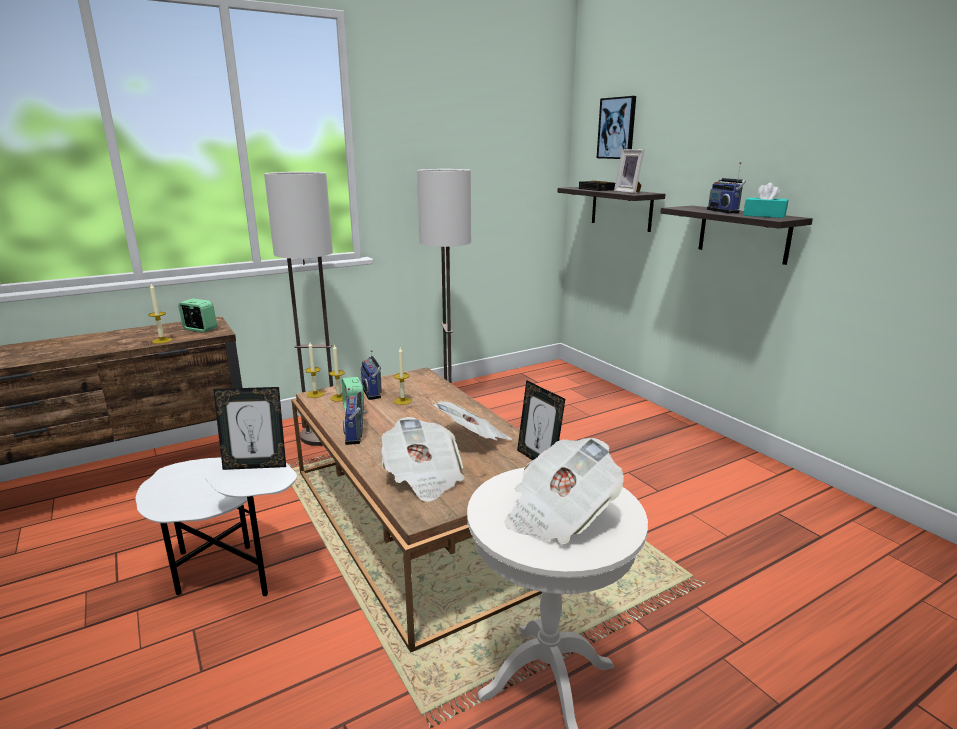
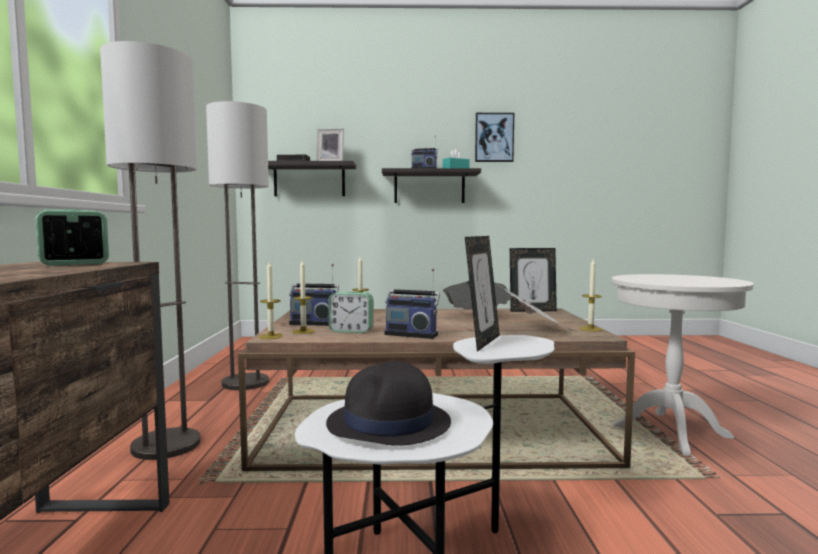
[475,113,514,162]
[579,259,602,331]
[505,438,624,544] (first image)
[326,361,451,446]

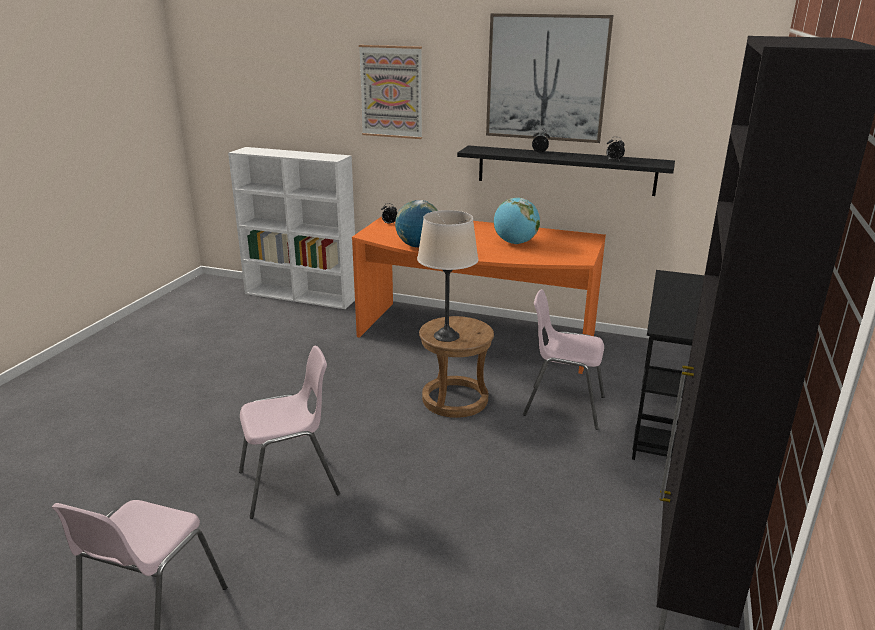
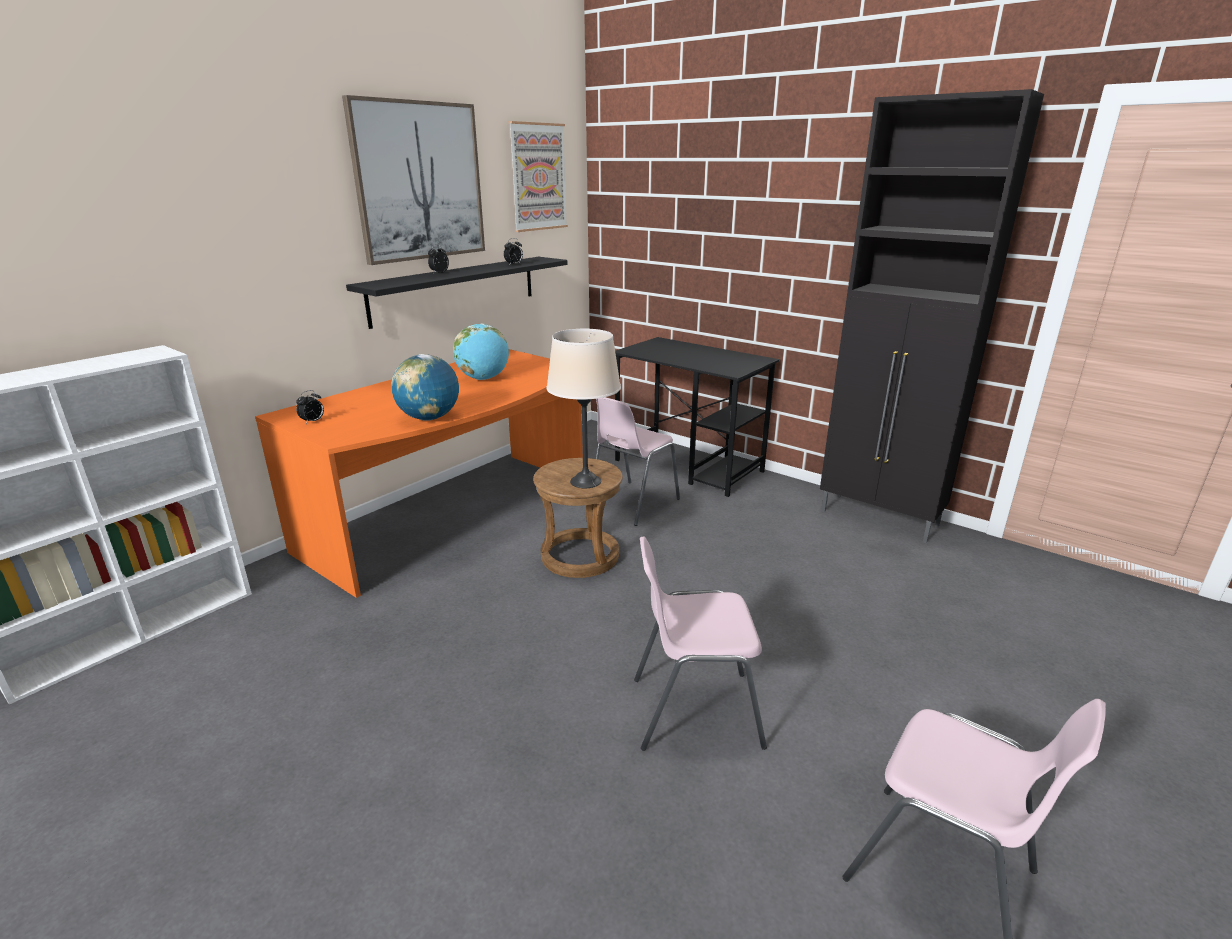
[509,121,568,232]
[634,536,767,751]

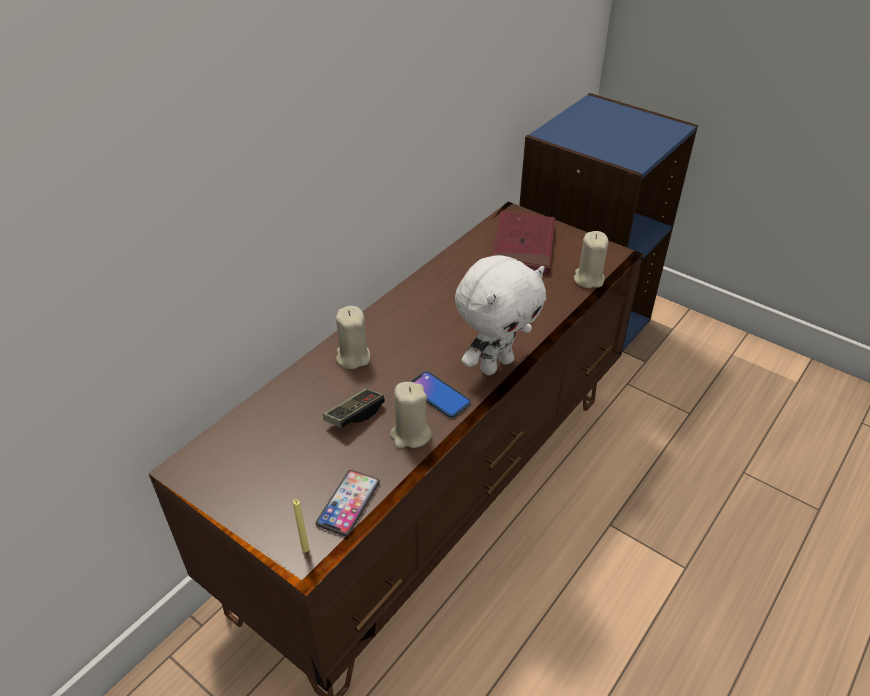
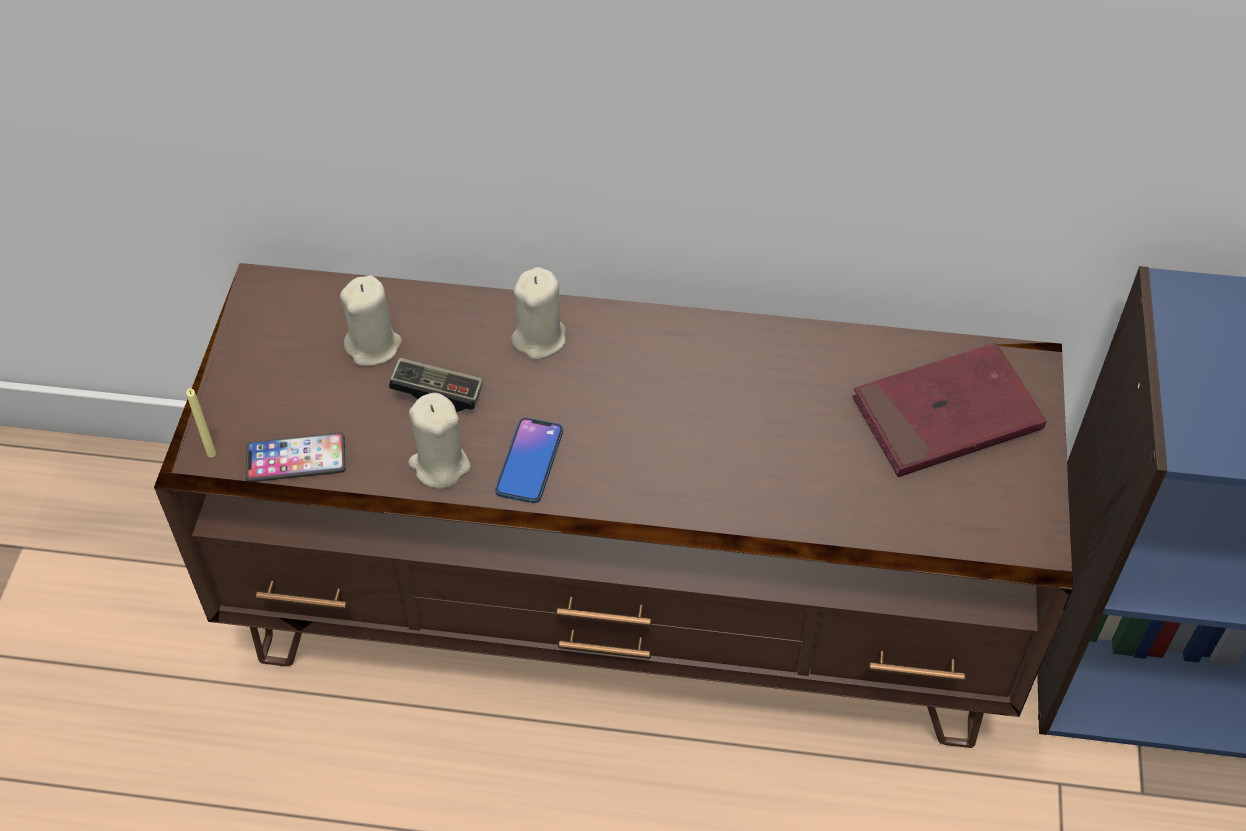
[340,275,402,366]
[455,255,546,375] (first image)

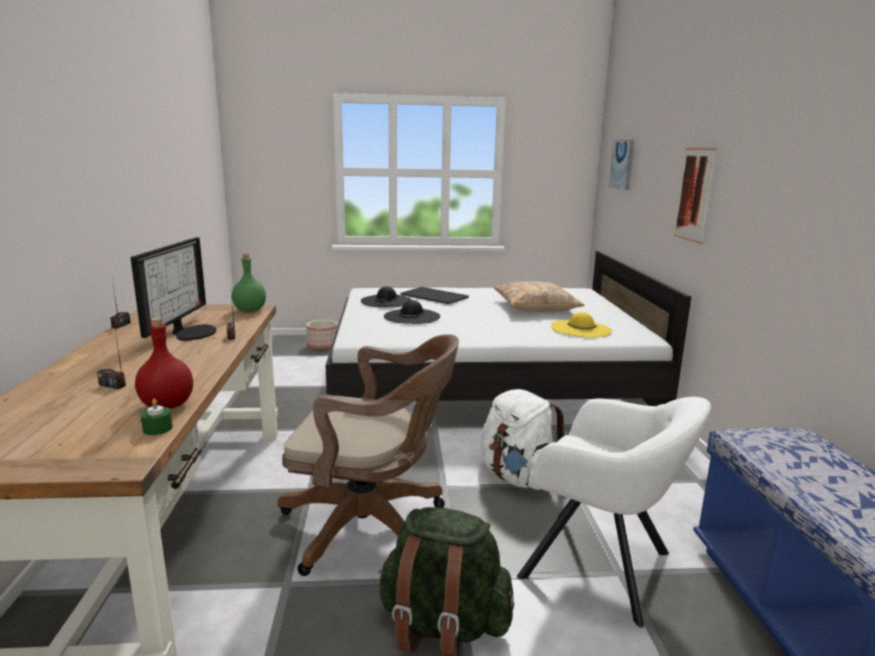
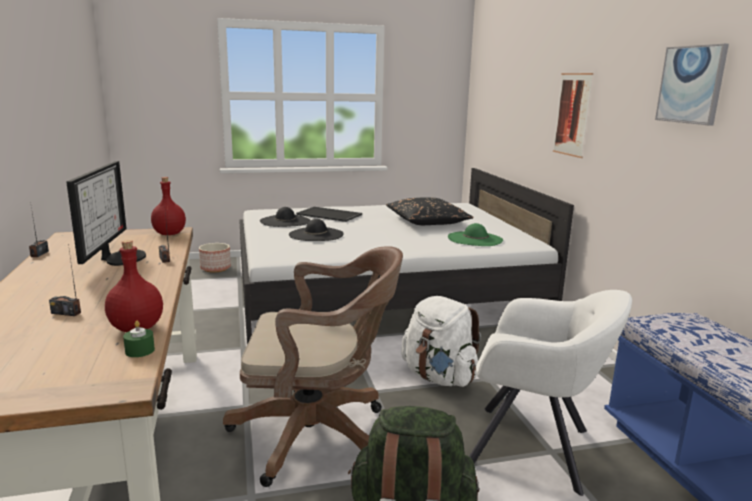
[655,44,729,126]
[151,177,186,235]
[386,197,474,225]
[448,223,503,246]

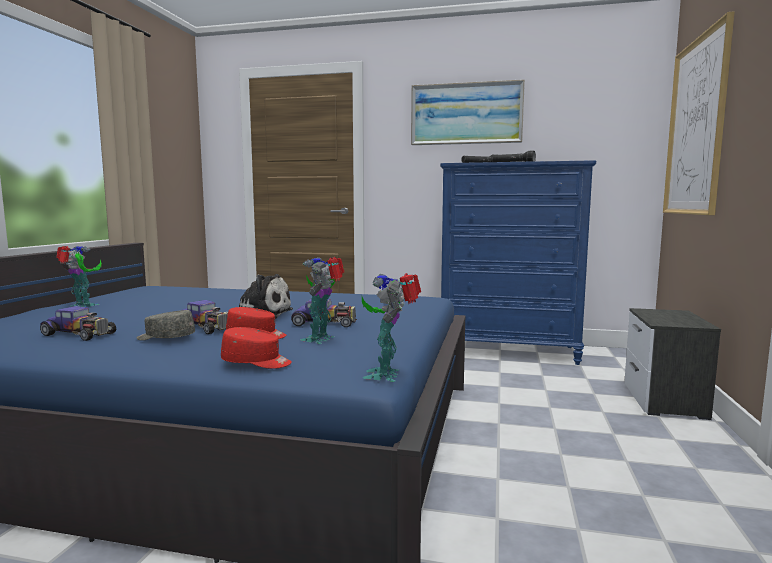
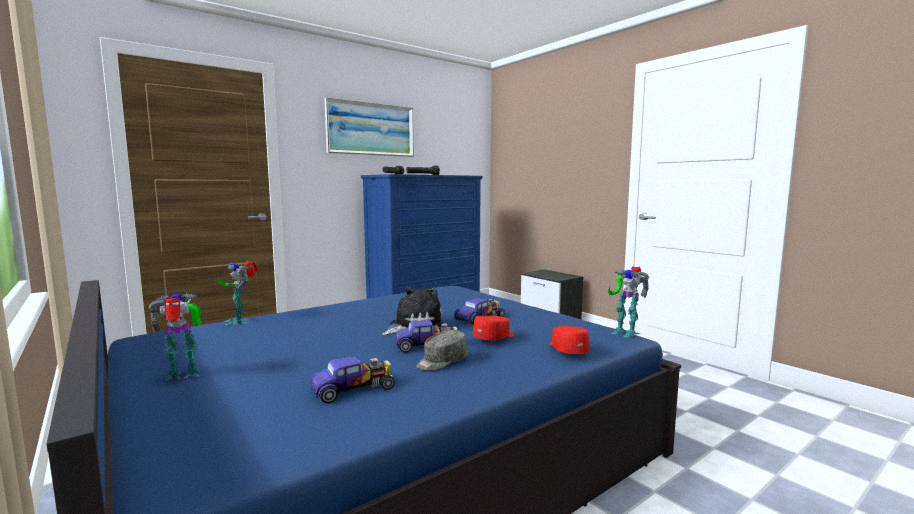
[663,11,735,215] (first image)
[218,261,258,325]
[549,326,590,354]

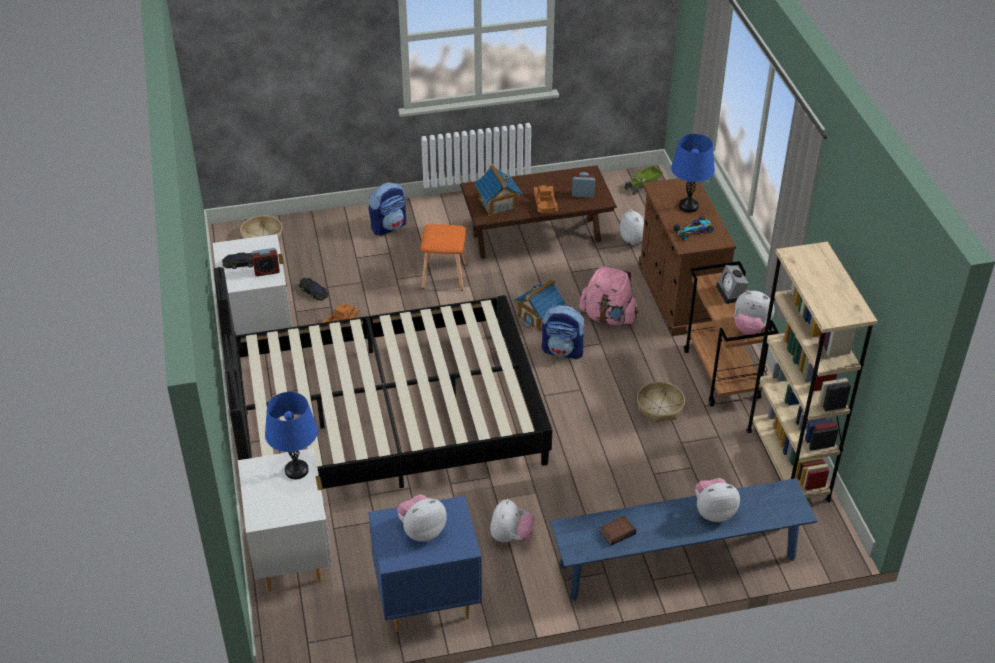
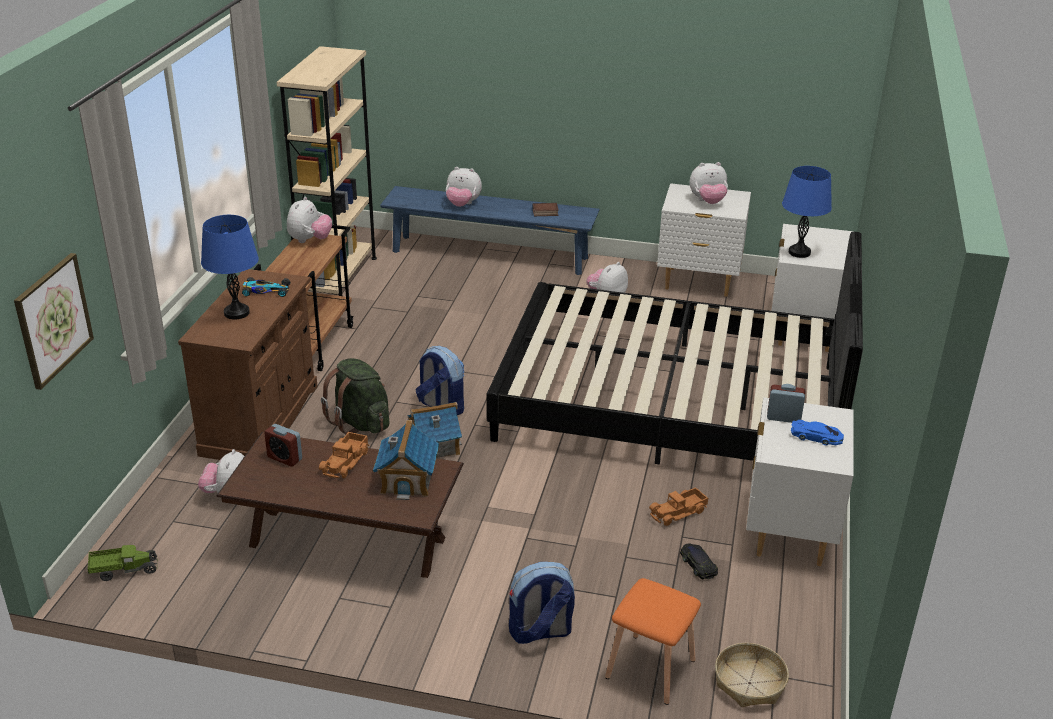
[605,578,701,705]
[791,420,844,446]
[716,265,749,304] (first image)
[321,358,390,434]
[287,197,332,243]
[637,382,685,423] (first image)
[657,183,751,297]
[14,253,94,390]

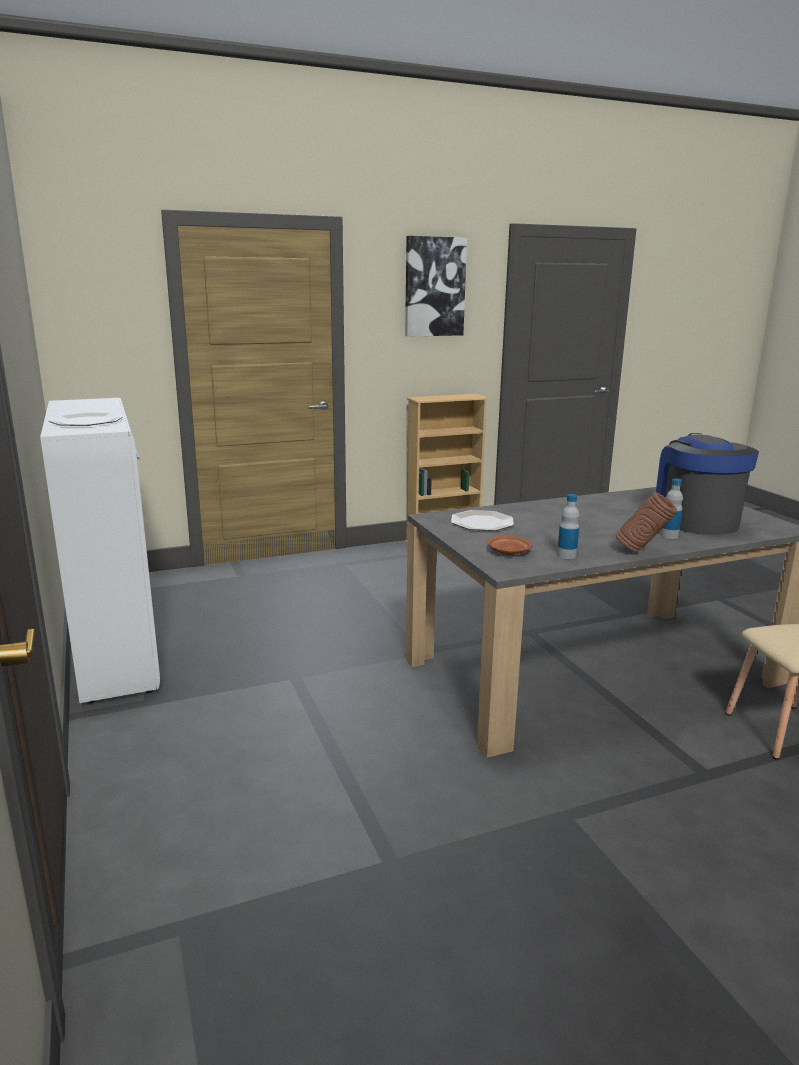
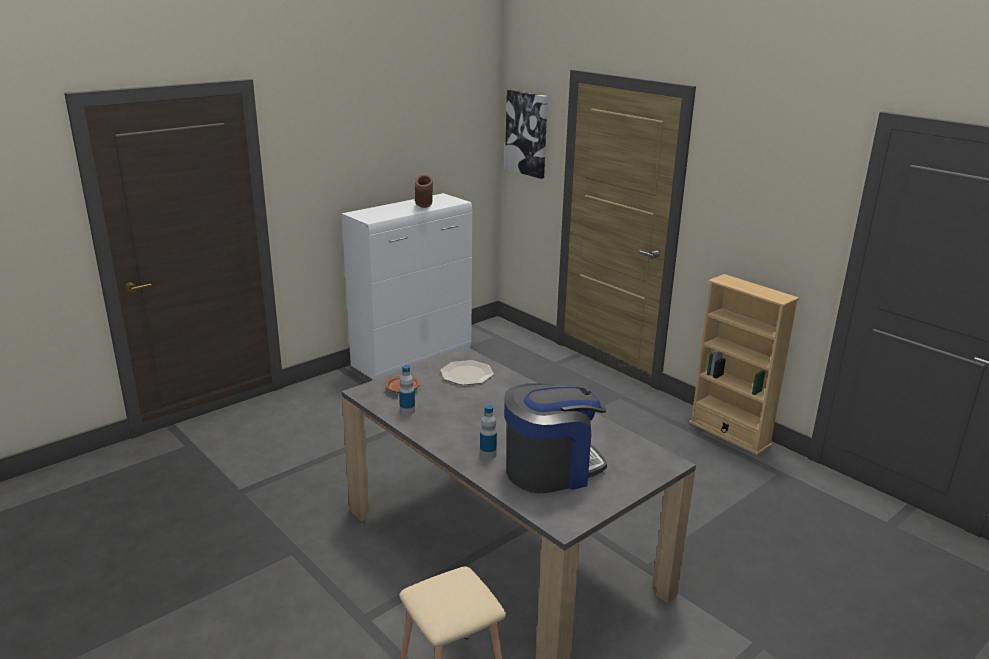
[505,90,548,179]
[49,413,123,426] (first image)
[415,174,433,208]

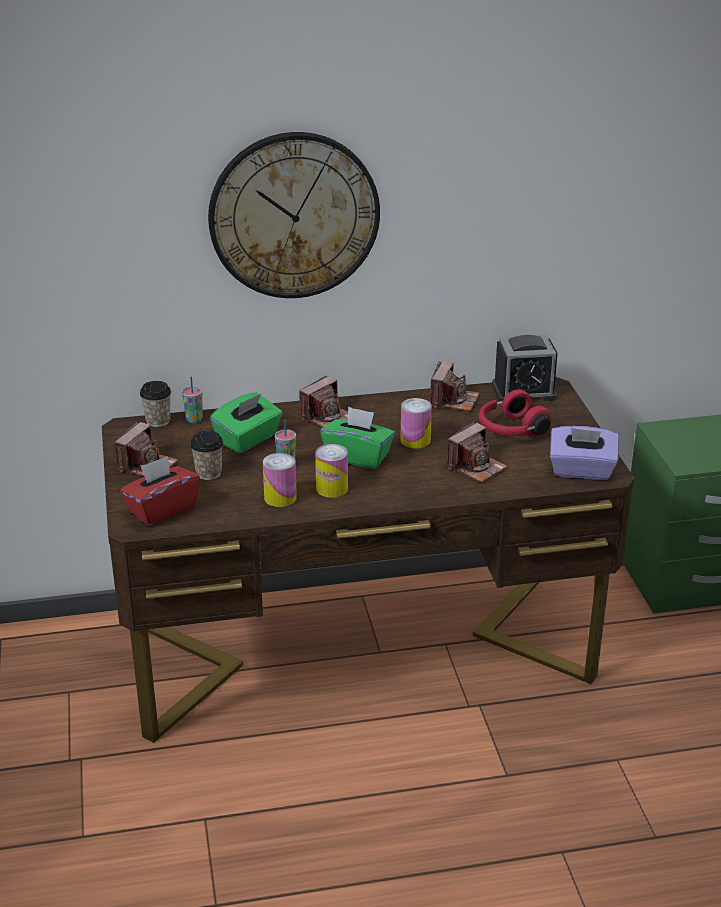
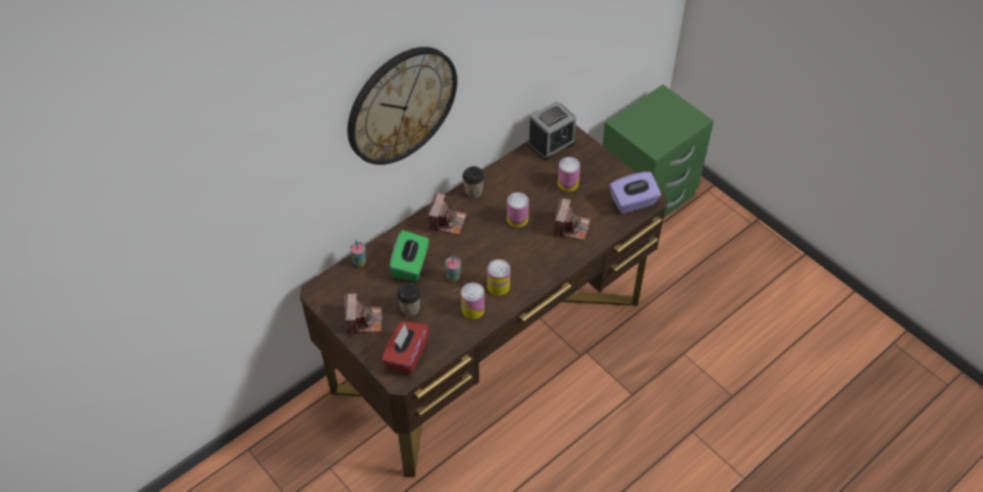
[430,361,479,411] (first image)
[462,166,485,198]
[558,157,580,192]
[320,406,395,469] (first image)

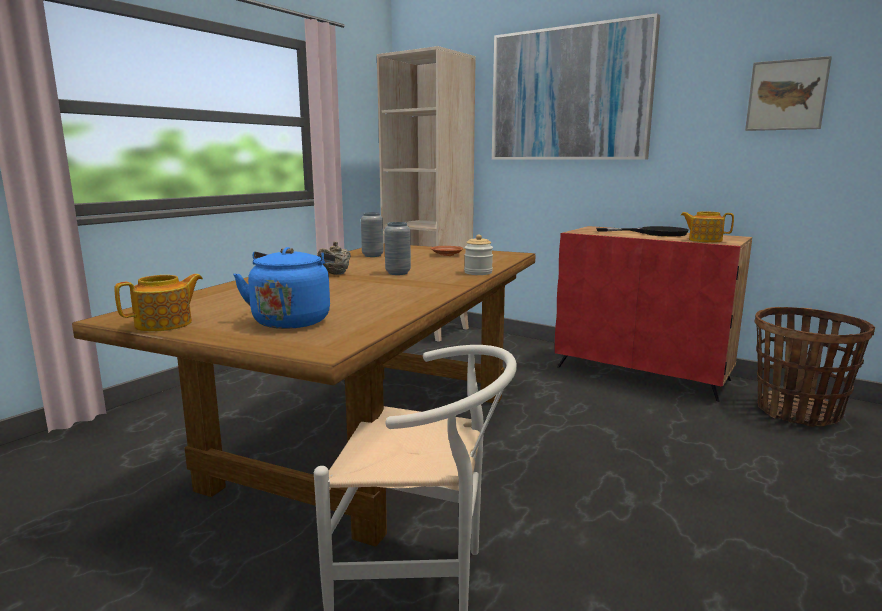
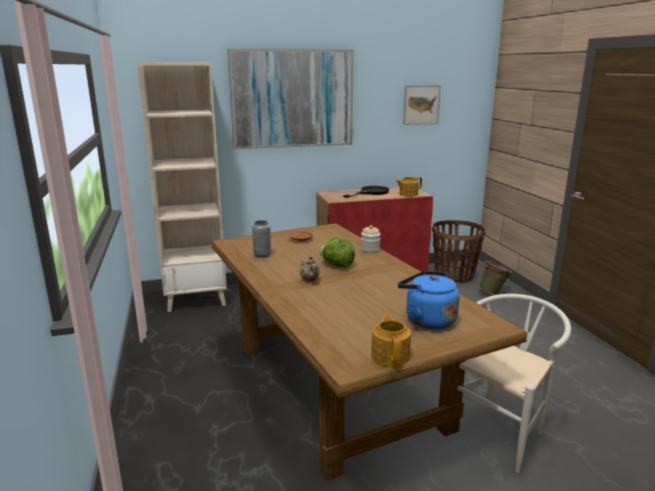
[320,238,355,267]
[479,260,512,295]

